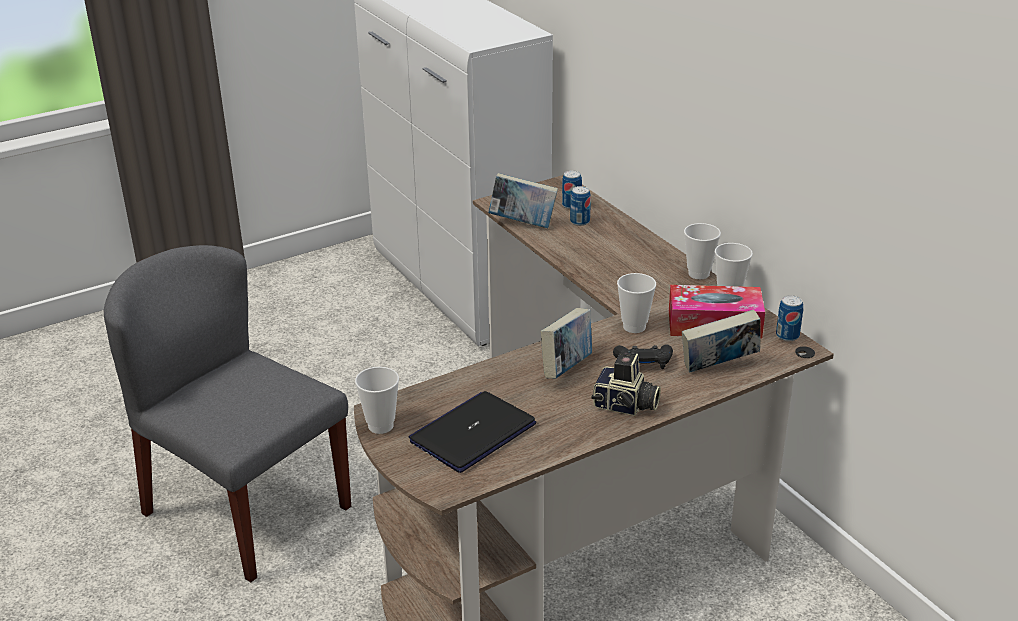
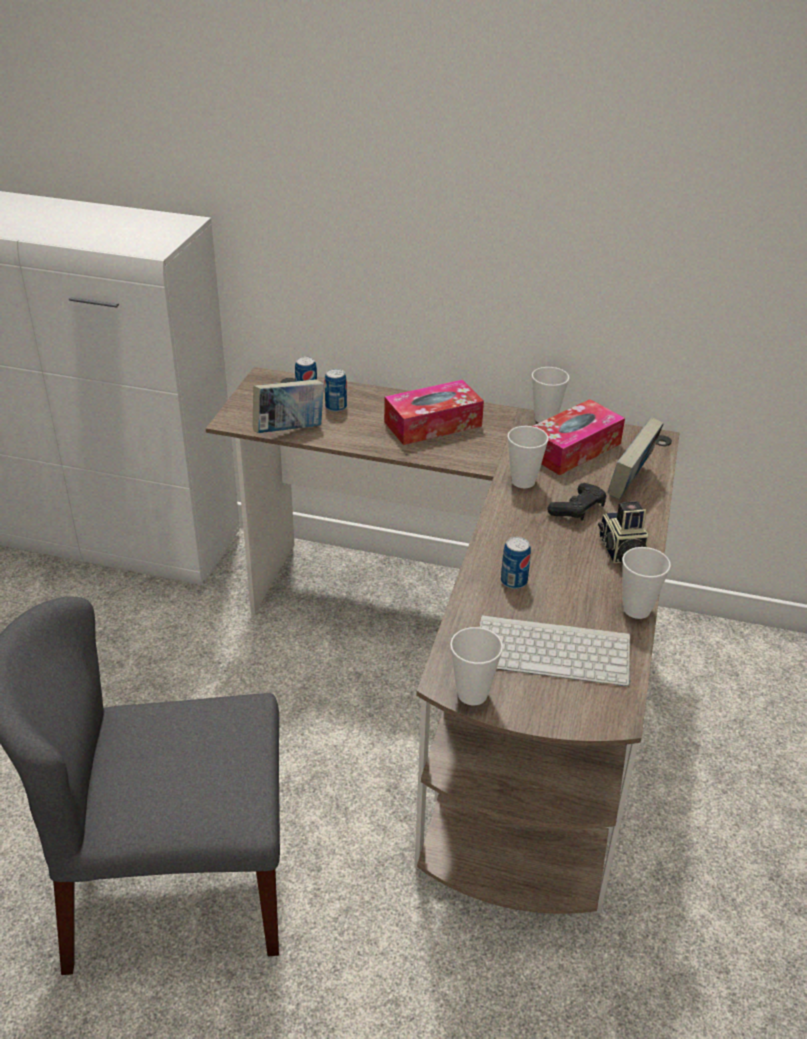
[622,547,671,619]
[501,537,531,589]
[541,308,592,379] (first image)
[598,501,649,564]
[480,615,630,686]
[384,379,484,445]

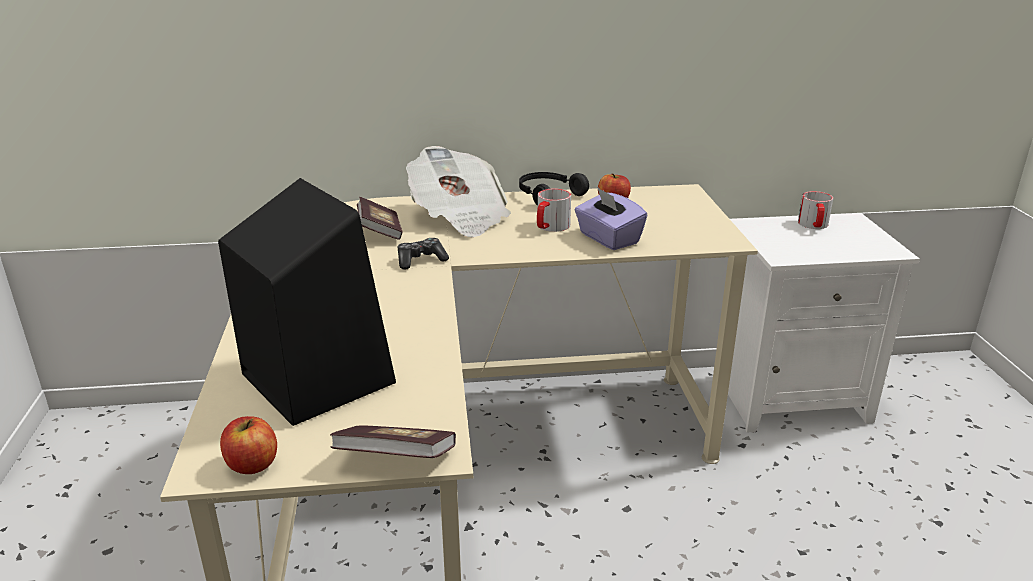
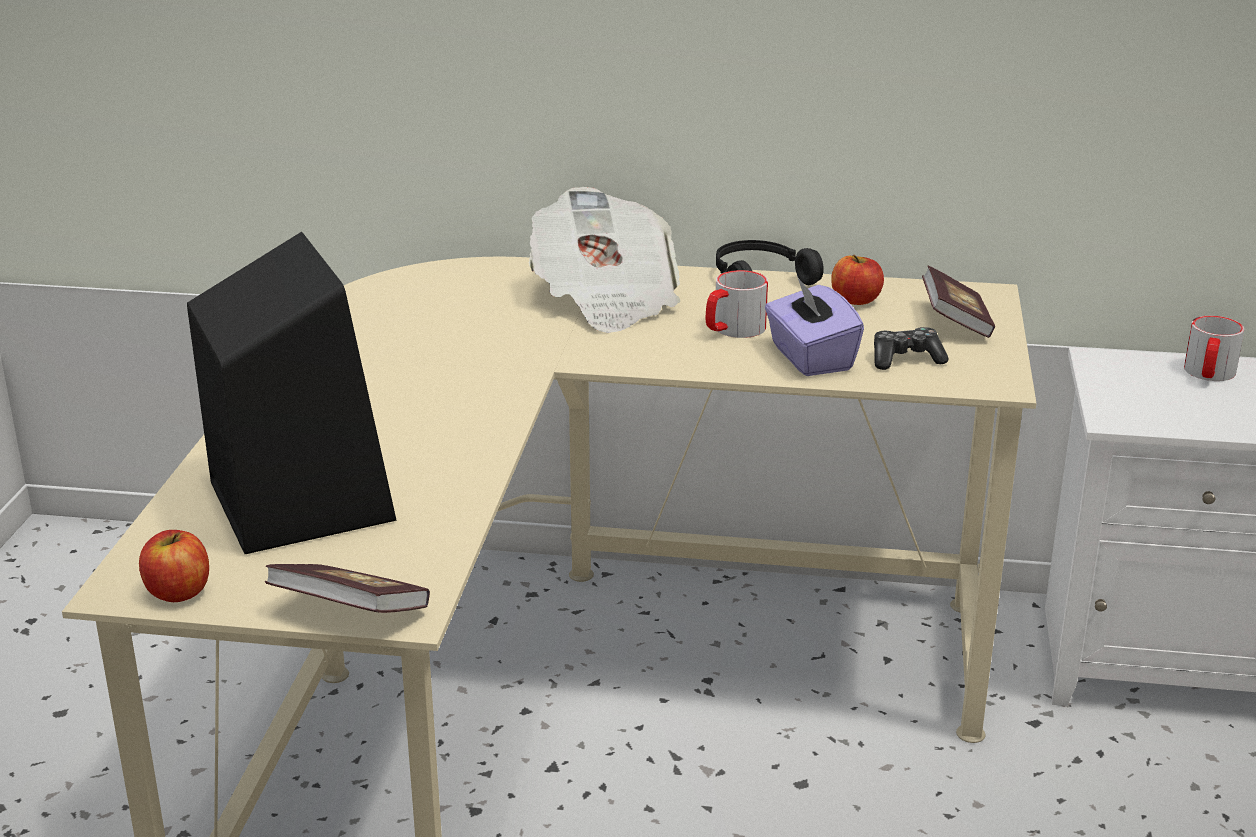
[922,266,995,338]
[874,327,948,370]

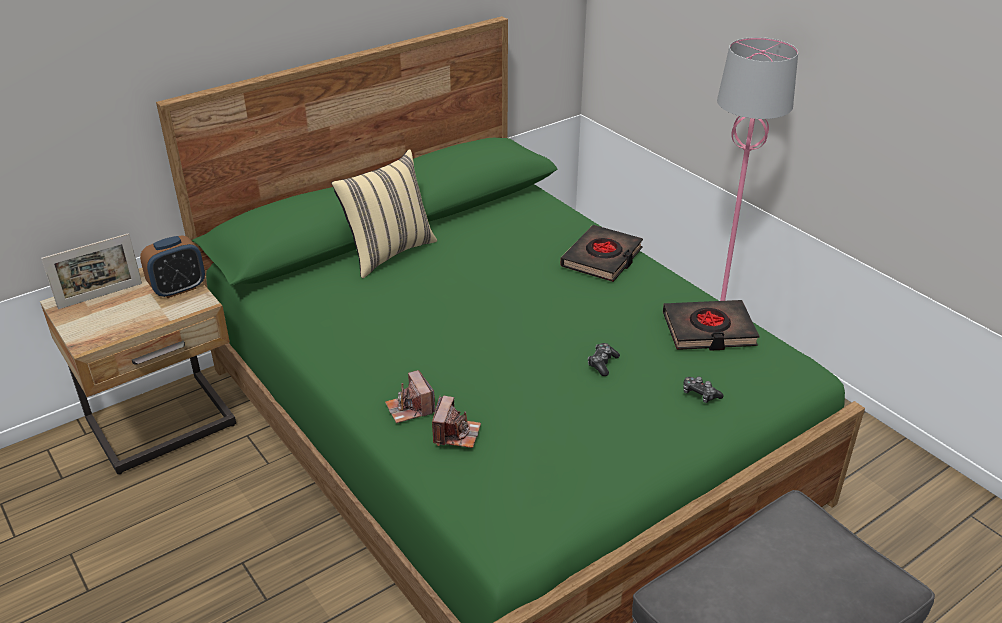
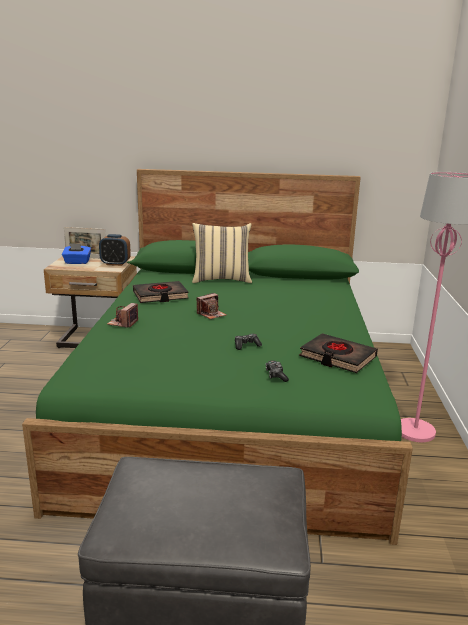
[133,281,189,303]
[197,293,227,319]
[62,243,91,264]

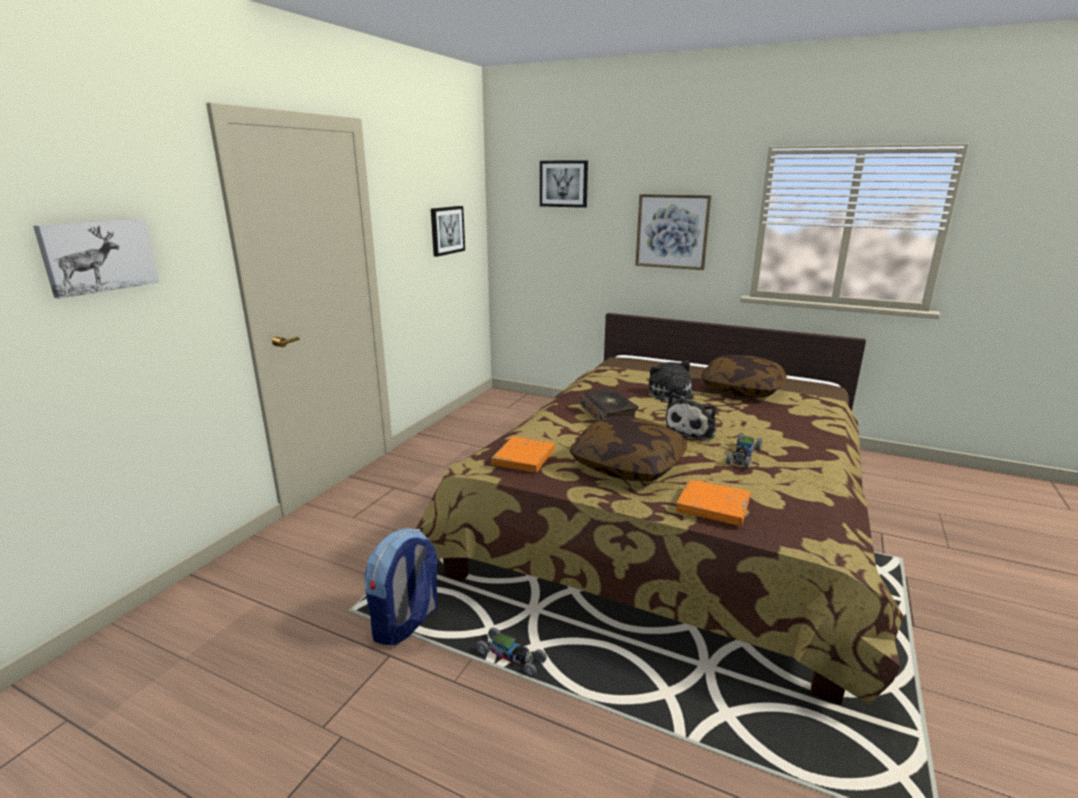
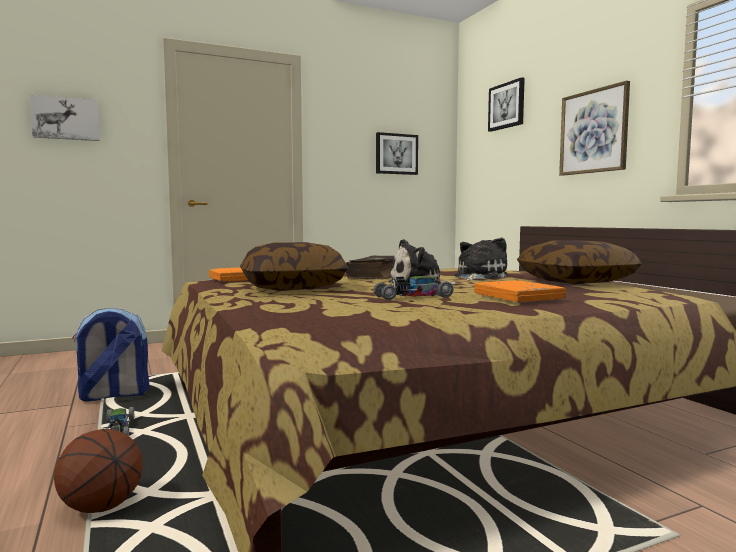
[474,280,566,302]
[54,429,143,513]

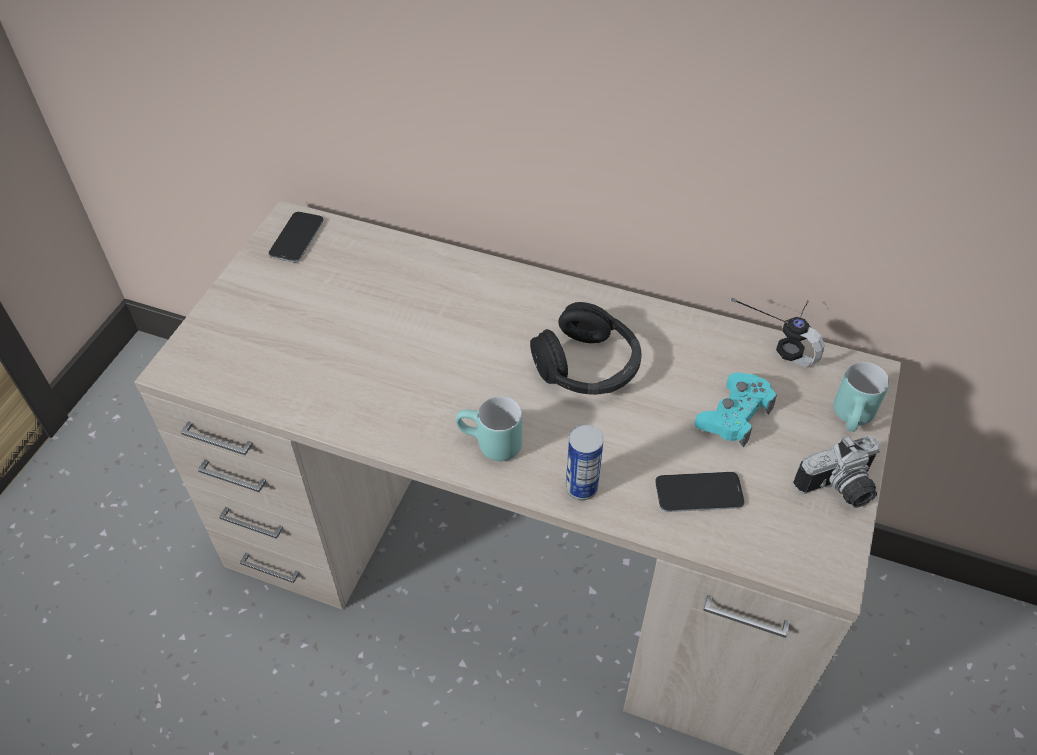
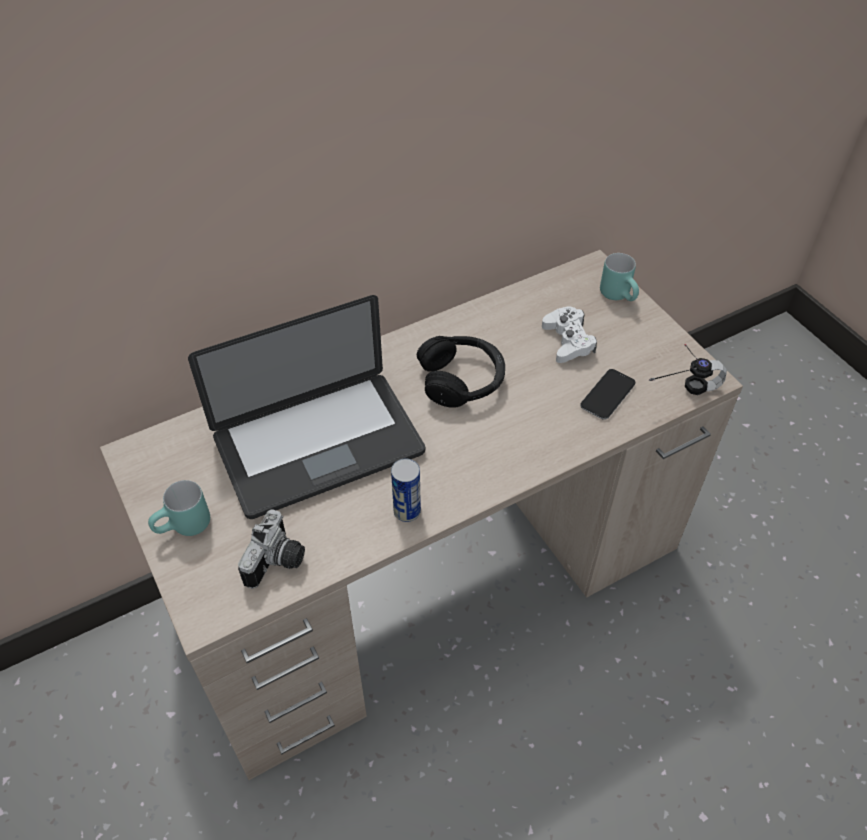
[269,212,324,262] (first image)
[649,344,727,395]
[542,307,597,363]
[148,480,210,536]
[391,459,421,522]
[238,509,305,589]
[188,295,425,519]

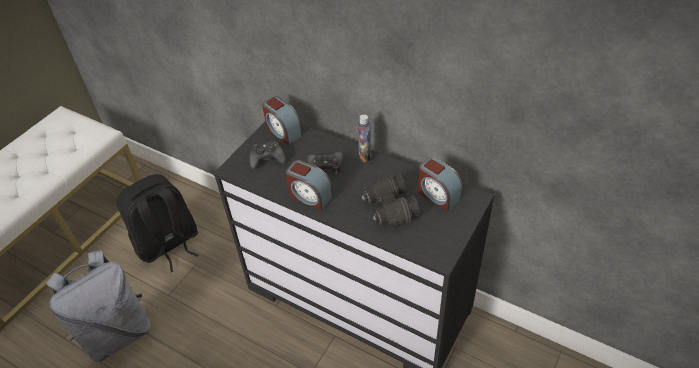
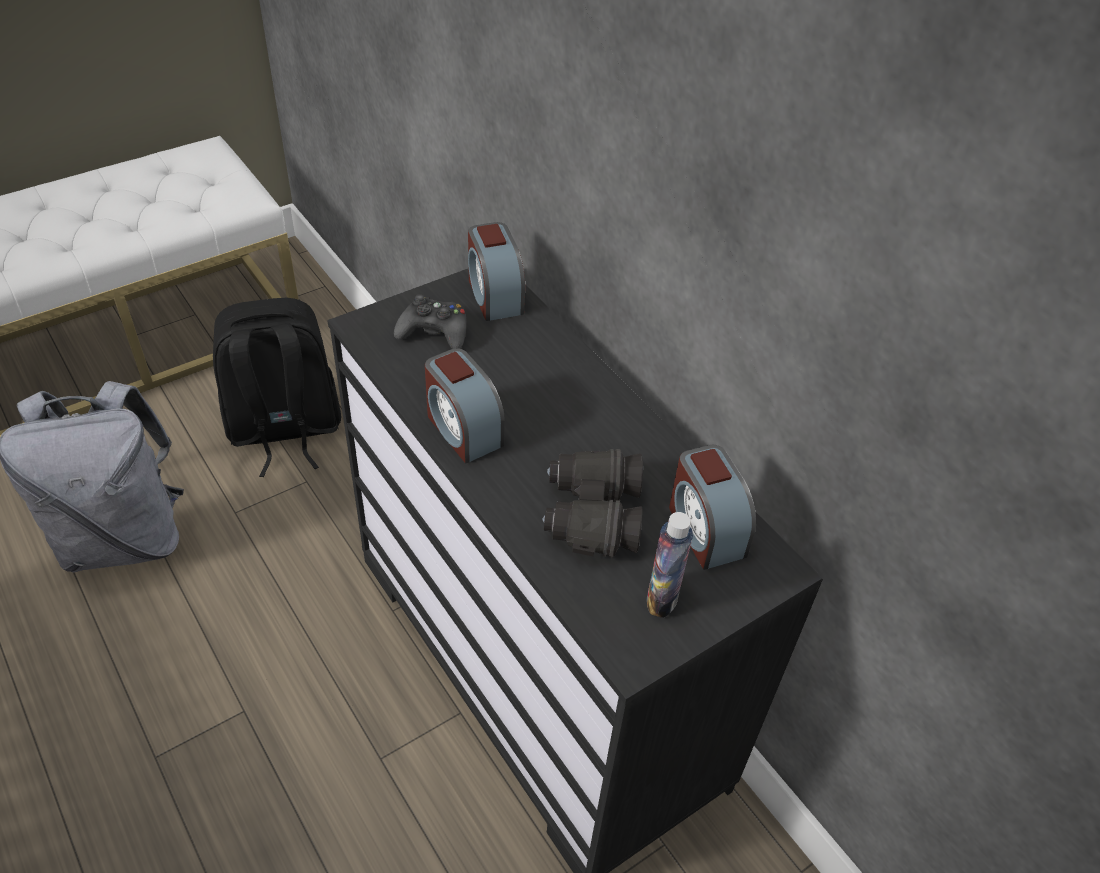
[647,512,693,618]
[307,152,343,174] (first image)

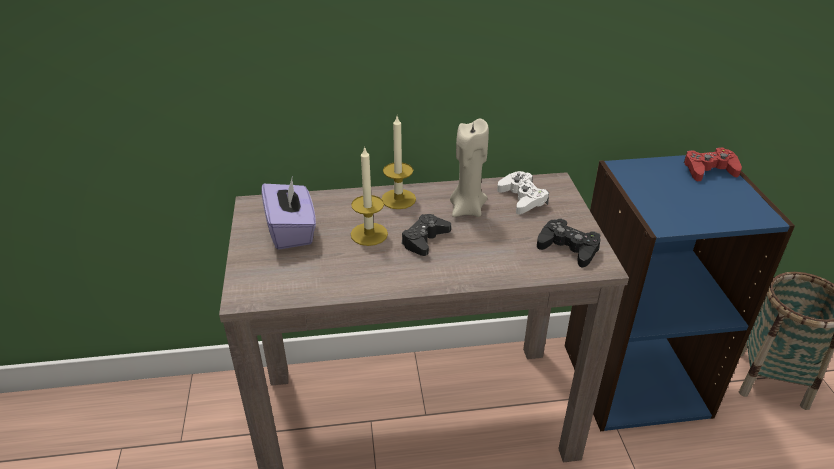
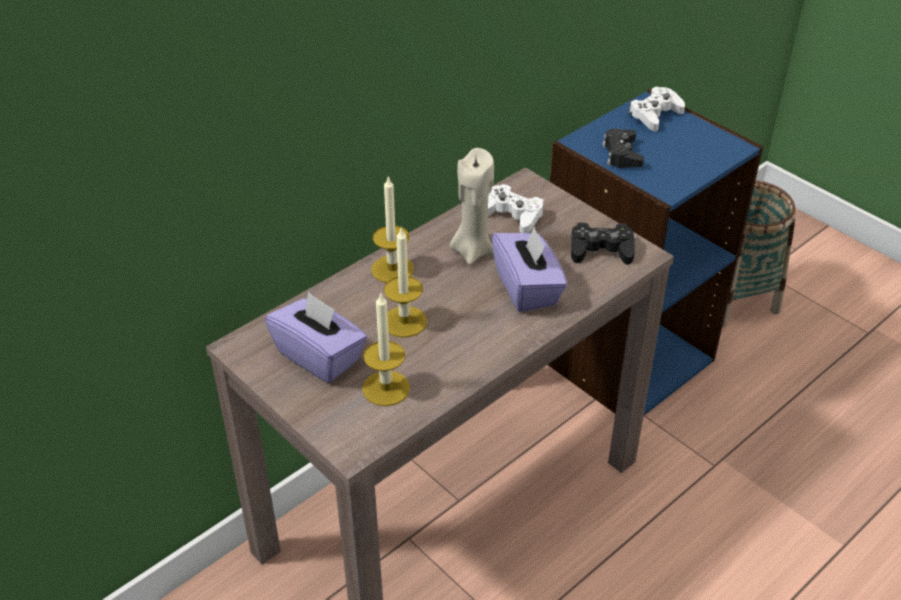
[628,87,685,132]
[603,128,644,168]
[492,225,567,312]
[362,292,410,406]

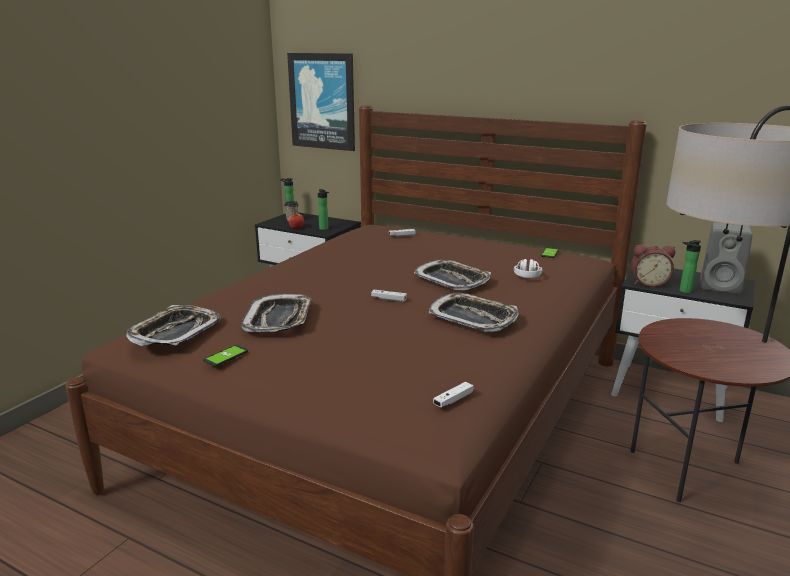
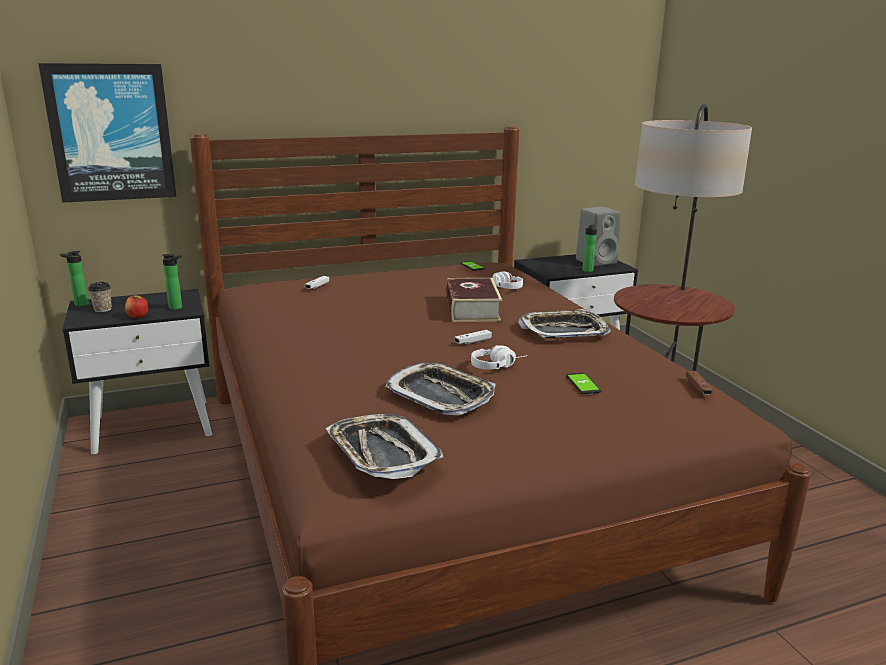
[631,245,675,287] (first image)
[446,278,502,322]
[566,373,601,394]
[686,371,713,395]
[471,345,527,370]

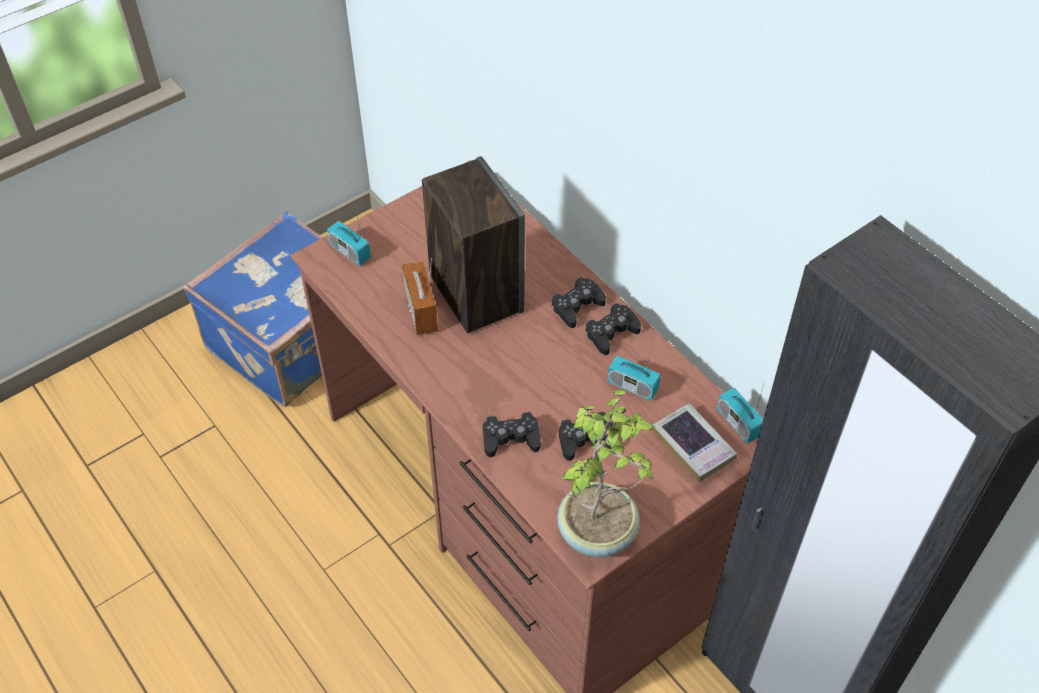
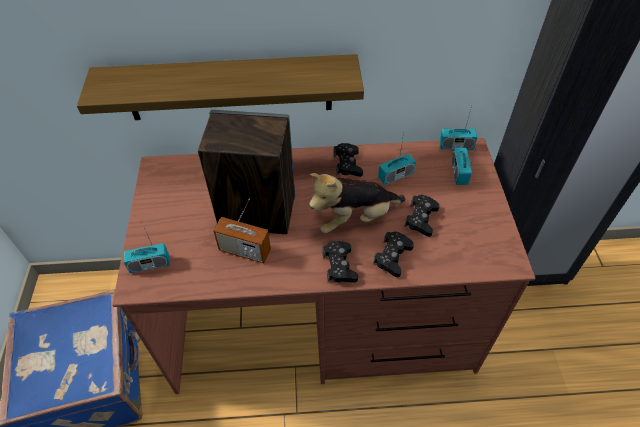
[322,241,358,283]
[557,390,656,557] (first image)
[452,147,477,185]
[77,54,364,120]
[309,173,405,233]

